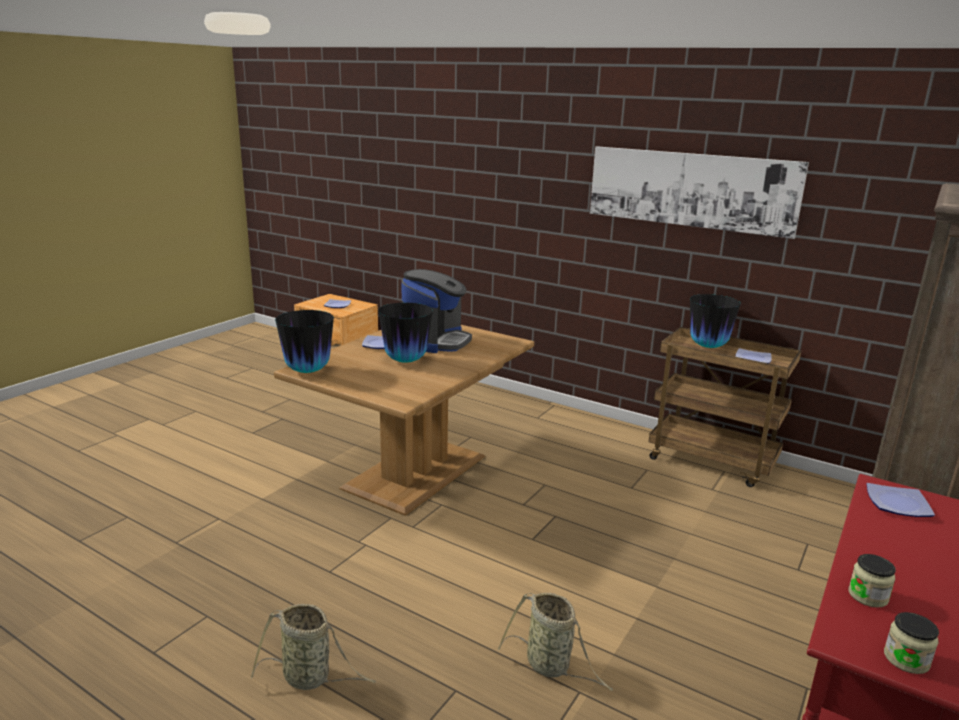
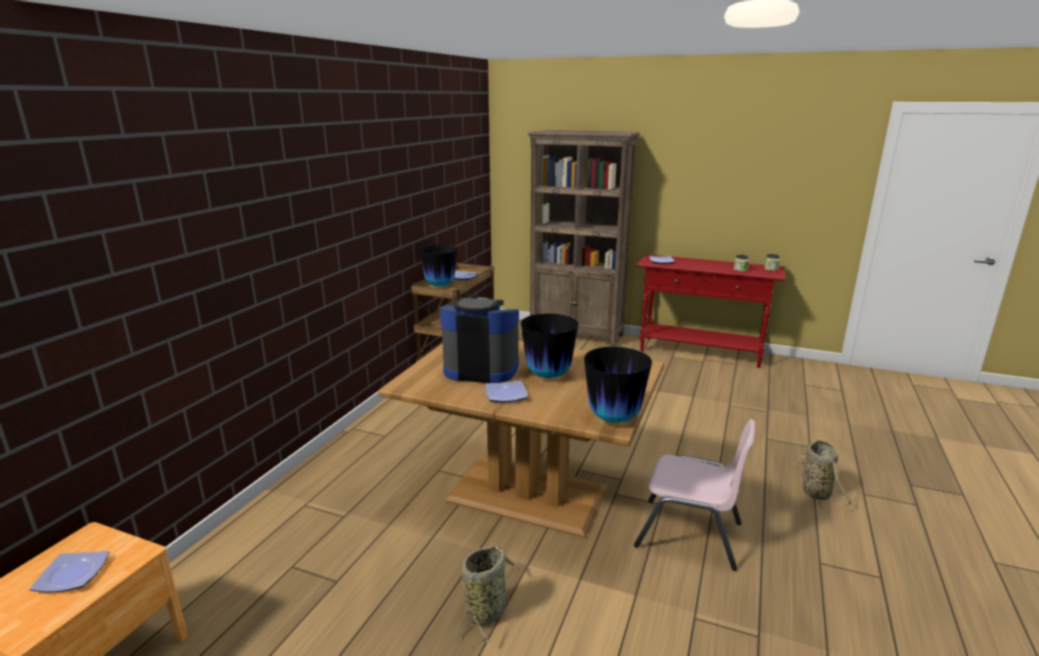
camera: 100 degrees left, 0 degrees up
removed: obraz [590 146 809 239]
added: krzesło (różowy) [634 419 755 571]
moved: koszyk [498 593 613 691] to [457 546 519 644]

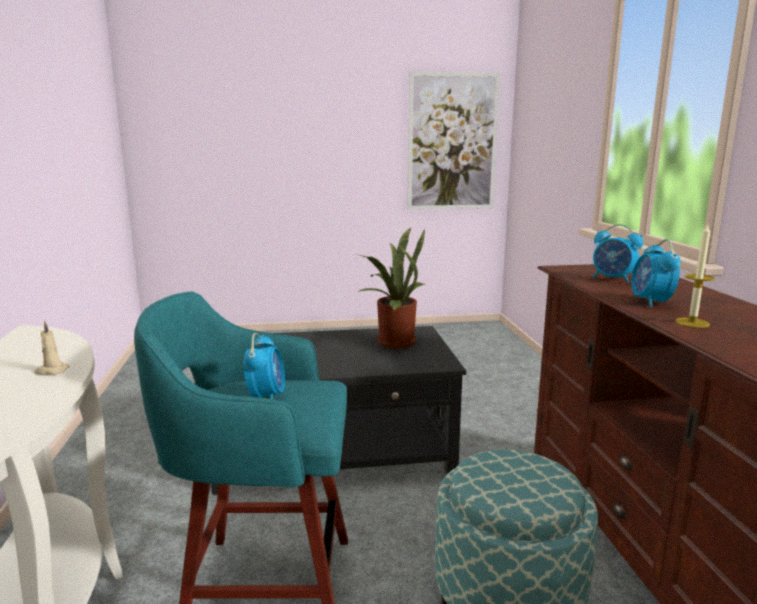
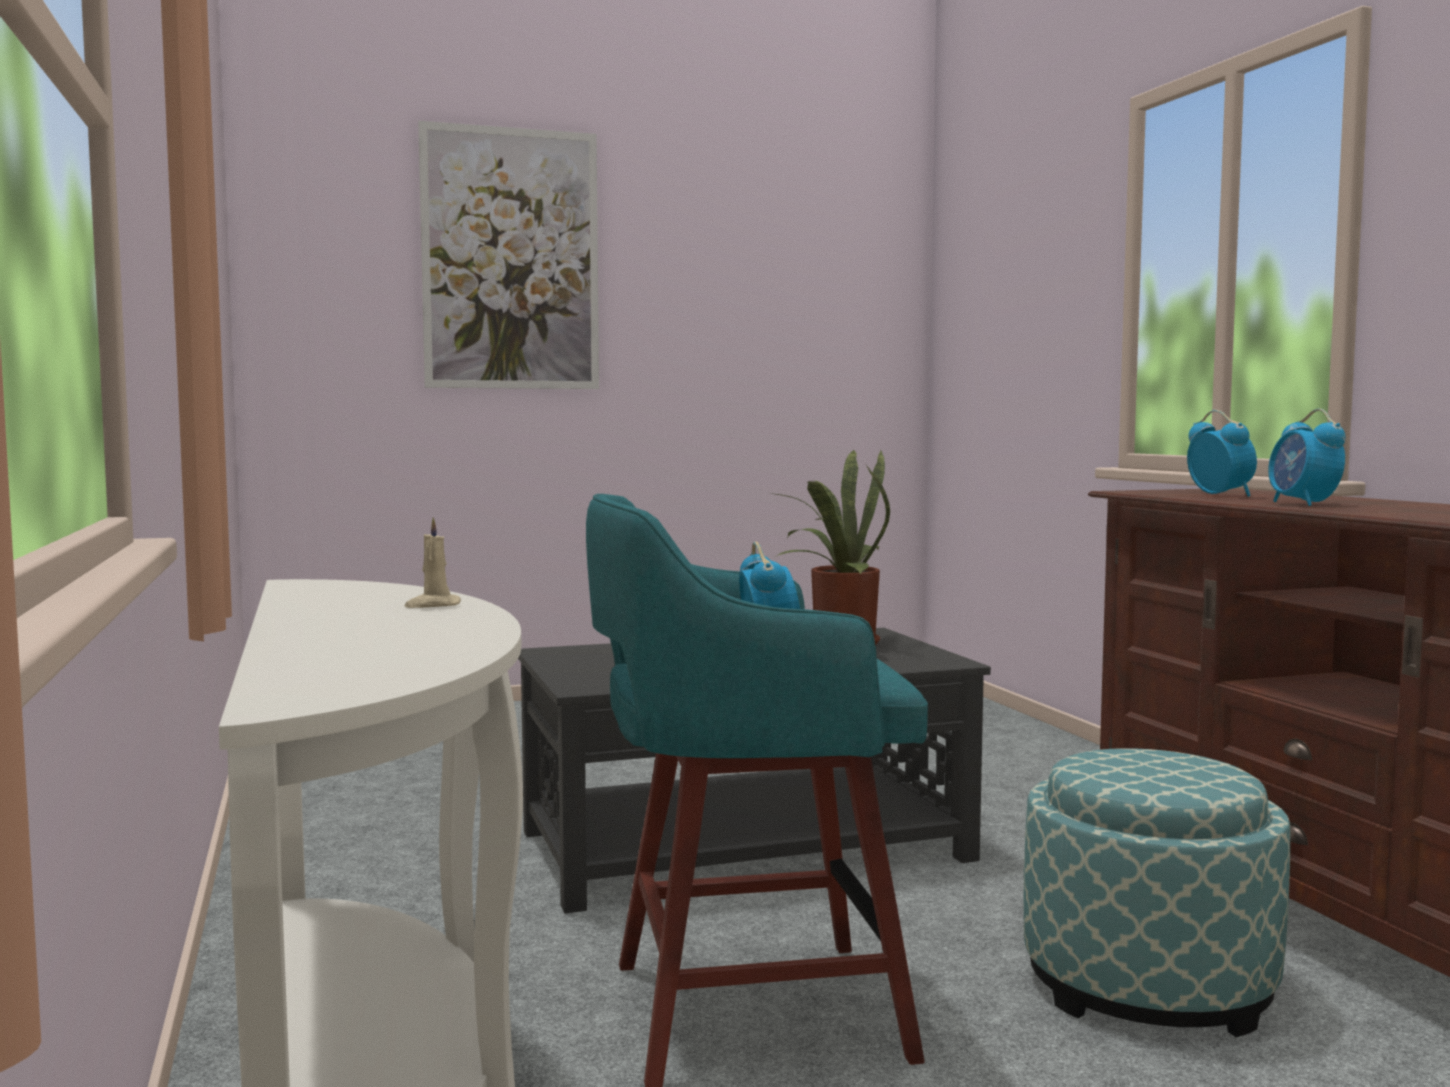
camera: 10 degrees left, 10 degrees down
removed: świeca [675 223 715 328]
moved: obraz [407 71 500 210] to [418 121 599 389]
turned: budzik [592 224 643 283] = [1187 410 1257 497] 135 degrees counterclockwise

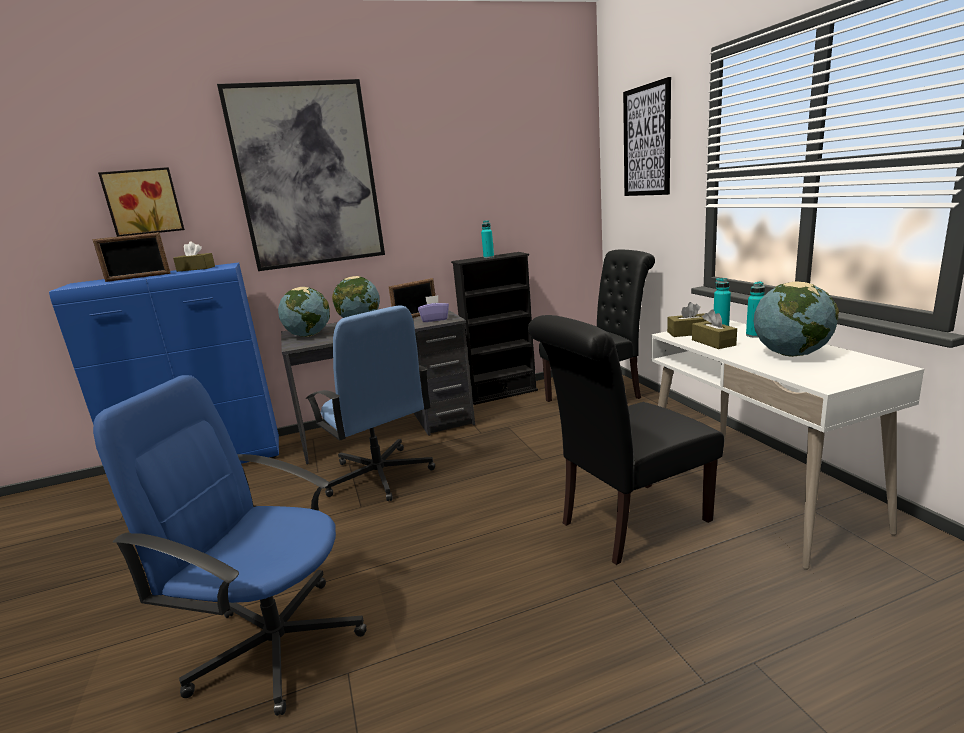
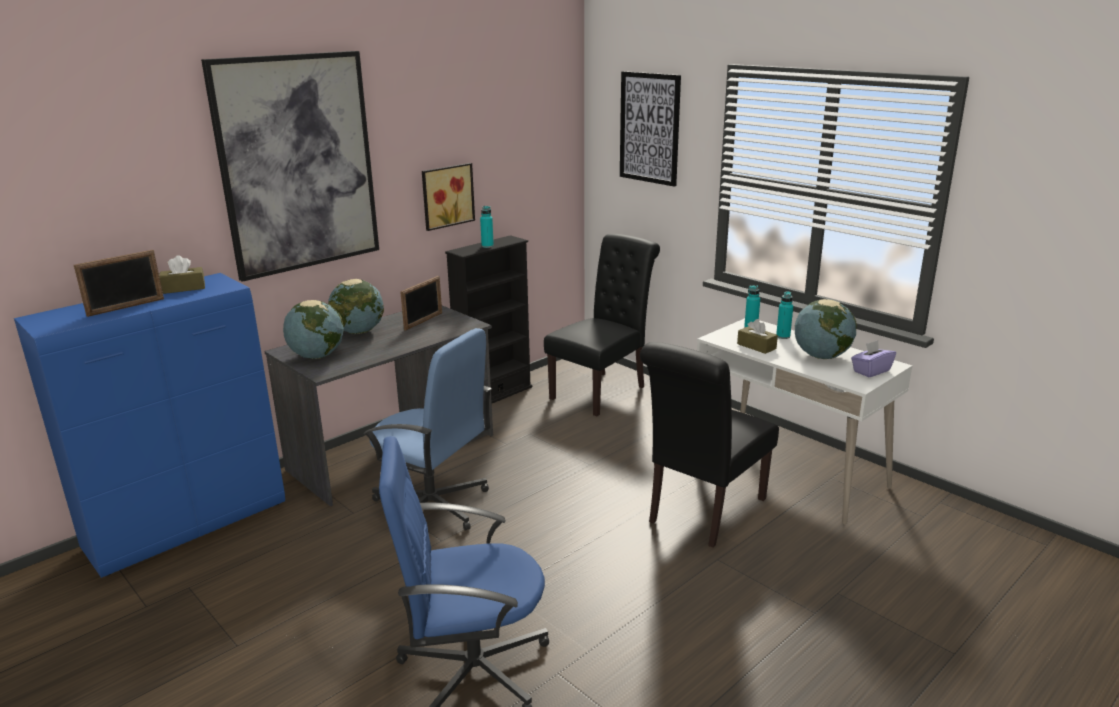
camera: 25 degrees left, 5 degrees up
removed: pudełko chusteczek (brązowy) [667 302 707 337]
moved: obraz [98 167 185 237] to [422 163 475 231]; pudełko chusteczek (fioletowy) [418 295 449 322] to [851 340 896 377]

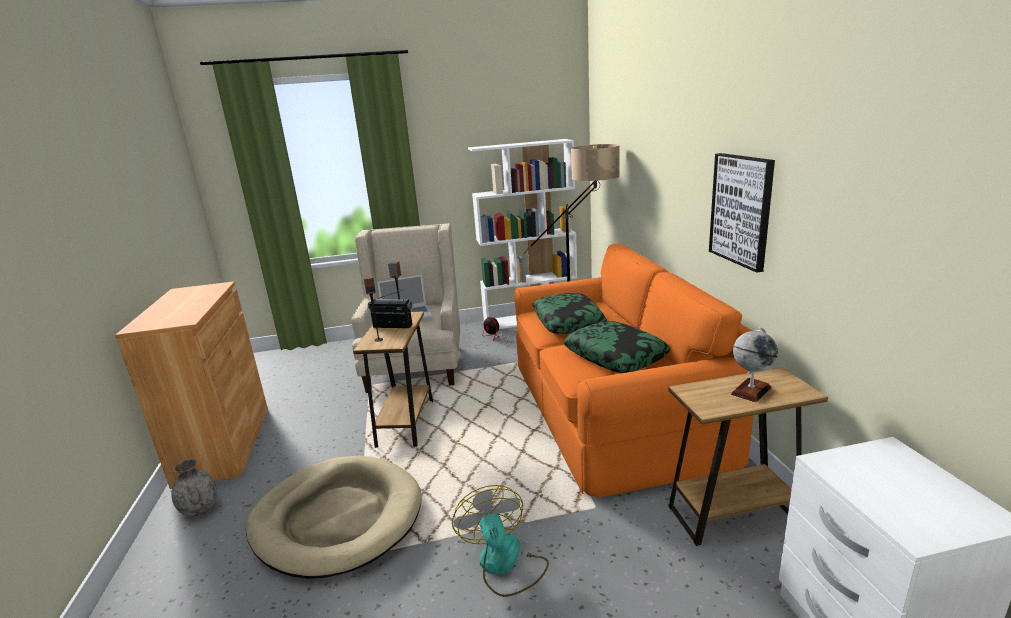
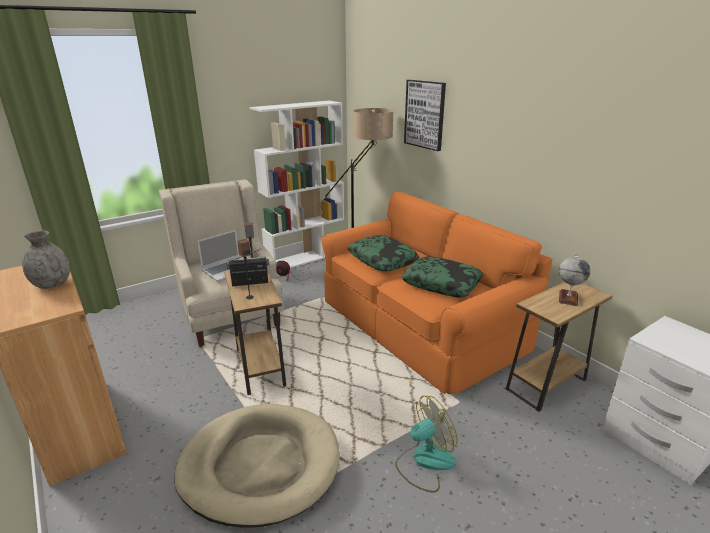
camera: 25 degrees left, 5 degrees up
moved: wazon (szary) [171 458 217 517] to [22 231 70 289]; obraz [709 153 775 273] to [404 80 446 151]
turned: wentylator [452 485 549 597] = [395 396 458 493] 105 degrees clockwise

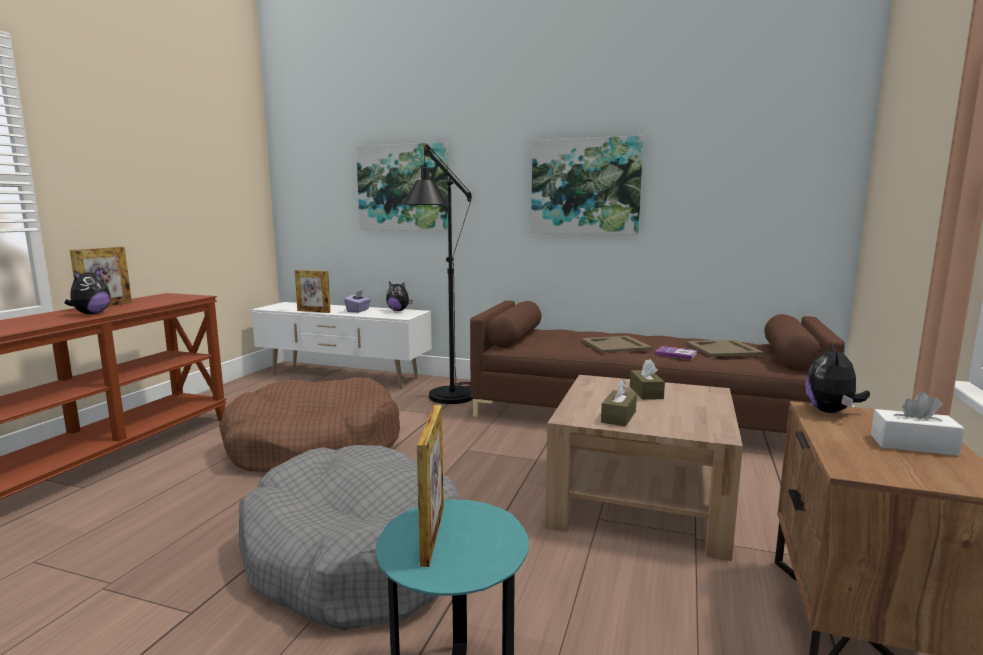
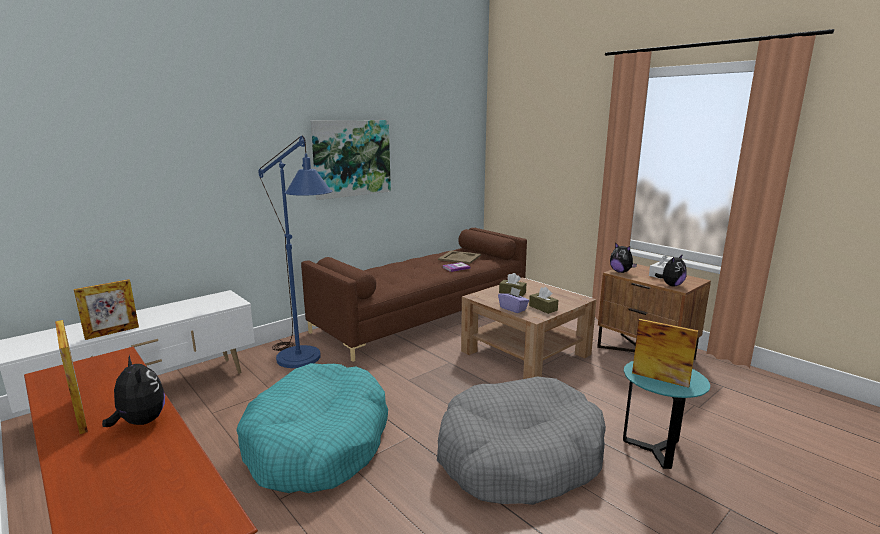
camera: 60 degrees left, 5 degrees up
removed: obraz [356 142 448 231]; taca (beżowy) [581 336 653 353]
moved: pudełko chusteczek (fioletowy) [344 290 371 312] to [498 287 529 313]; pluszak [386 282 413 311] to [655 254 687 286]
recoloured: legowisko (brązowy) [219 377 400 472] to legowisko (turkusowy) [236 363 388 493]; lampa stojąca (czarny) [401 144 473 404] to lampa stojąca (niebieski) [258 136 332 368]

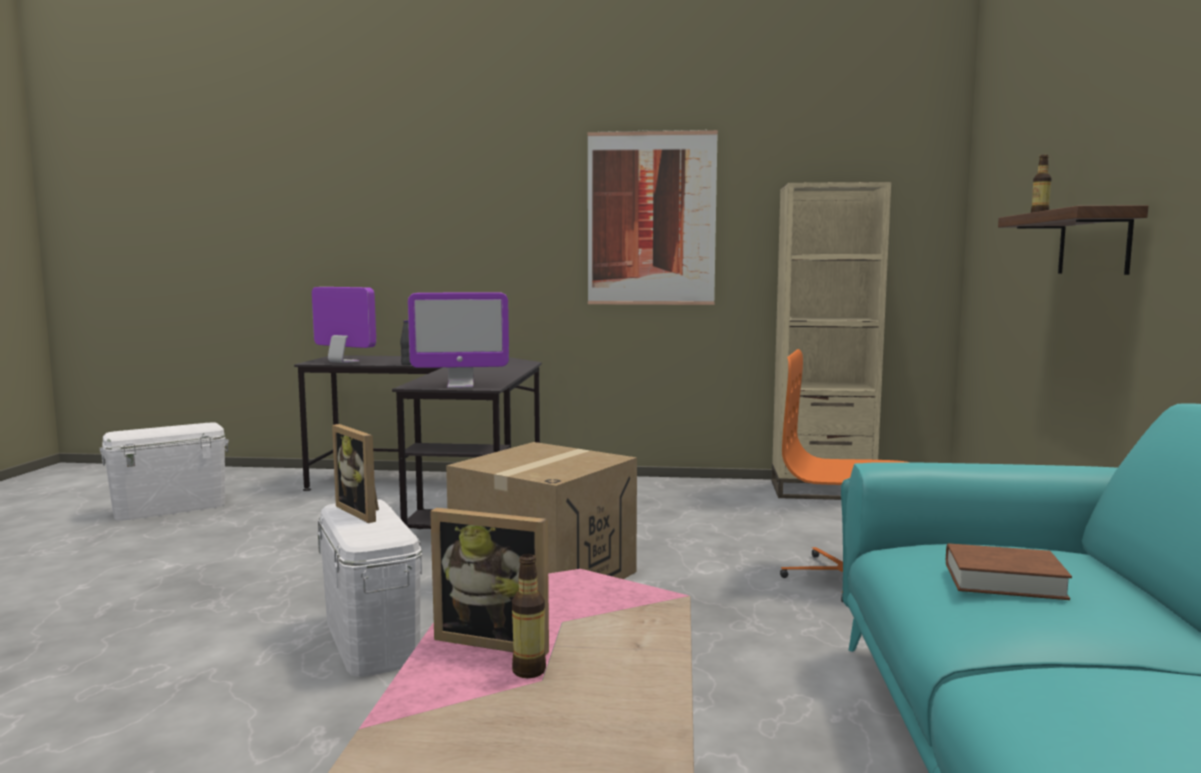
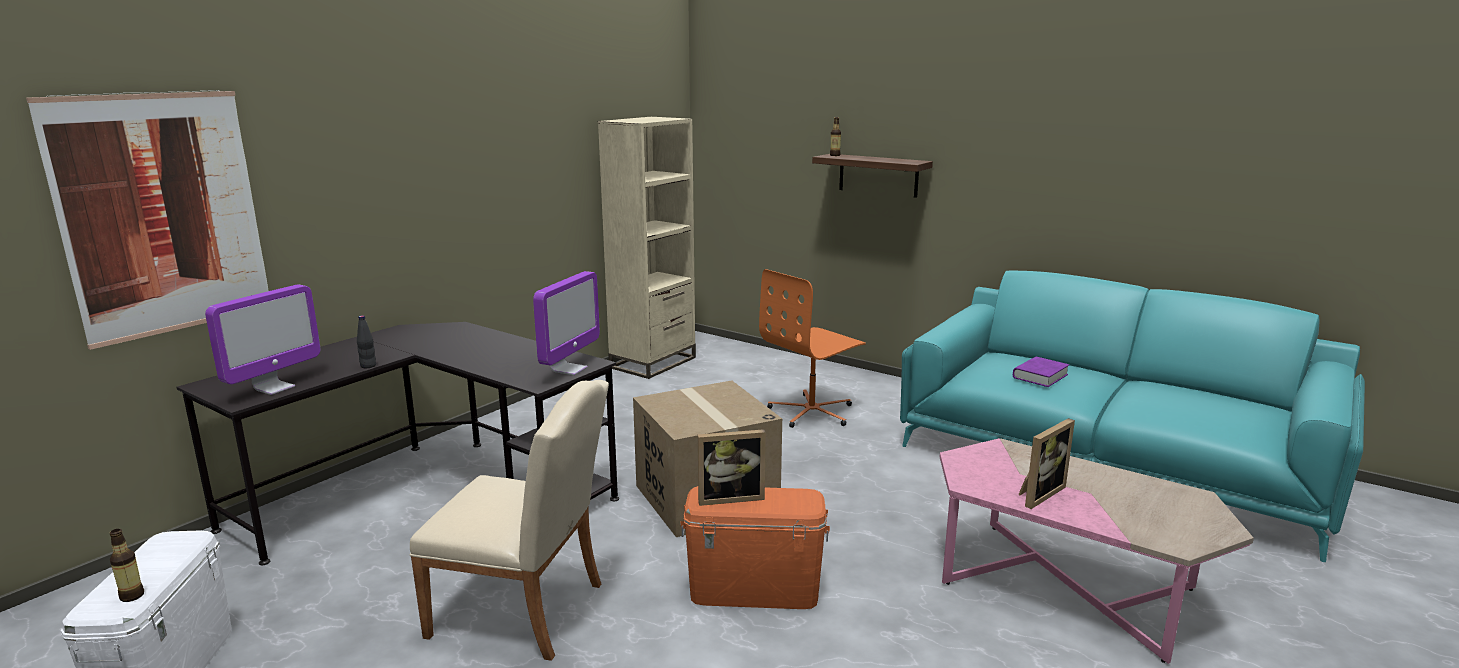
camera: 60 degrees left, 10 degrees up
added: krzesło (beżowy) [409 380 609 661]
moved: butelka [512 554 546 678] to [110 529 144 602]; obraz [587 130 718 305] to [26 90 269 350]
recoloured: pojemnik do przechowywania (biały) [317 499 422 677] to pojemnik do przechowywania (pomarańczowy) [680 486 830 609]; książka (brązowy) [946 543 1072 600] to książka (fioletowy) [1013 357 1069 387]
turned: monitor [312 287 376 363] = [205 284 321 395] 150 degrees clockwise

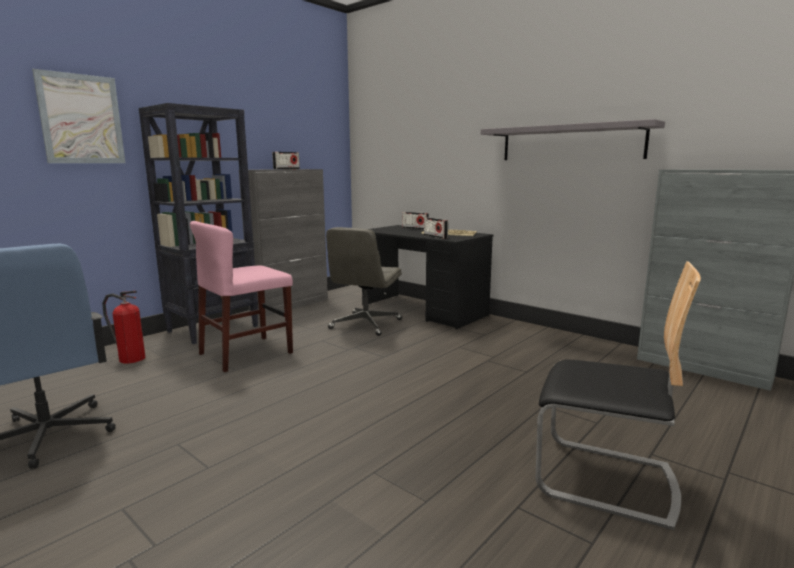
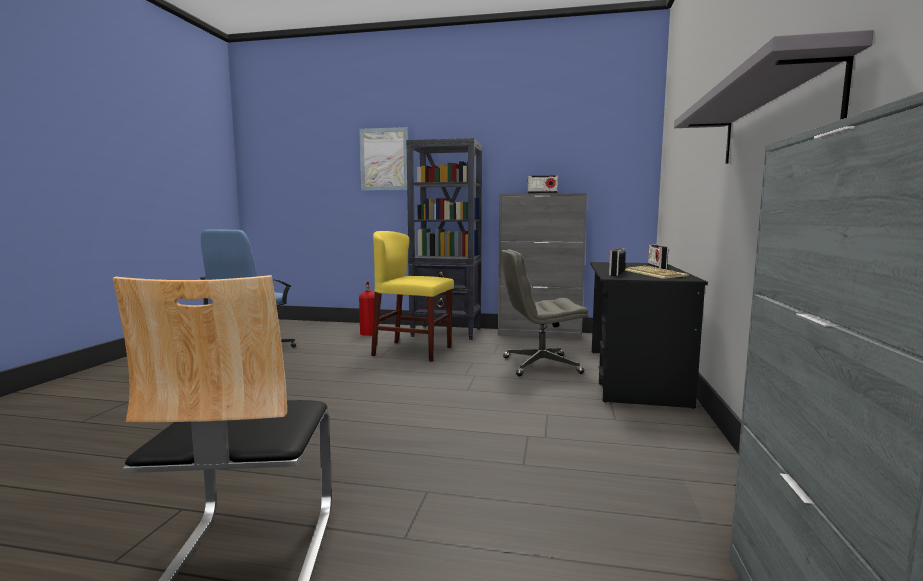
camera: 60 degrees right, 5 degrees down
recoloured: krzesło (różowy) [190 221 293 372] to krzesło (żółty) [371 231 454 362]

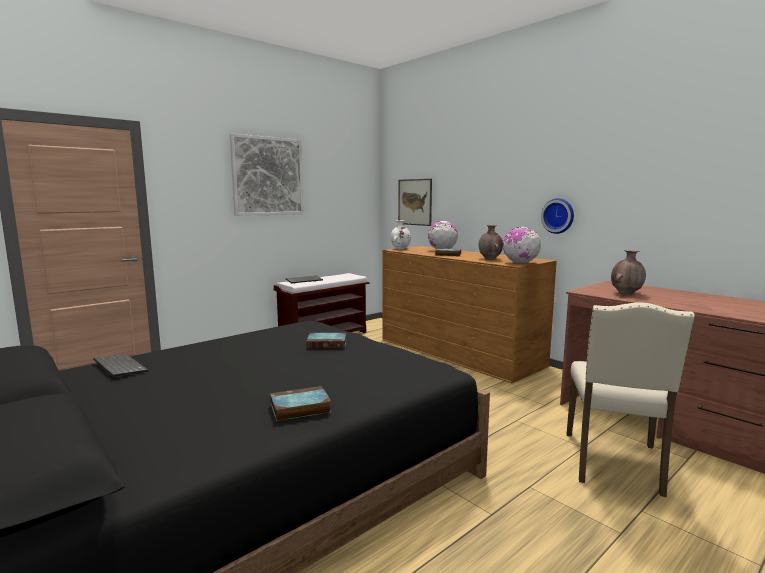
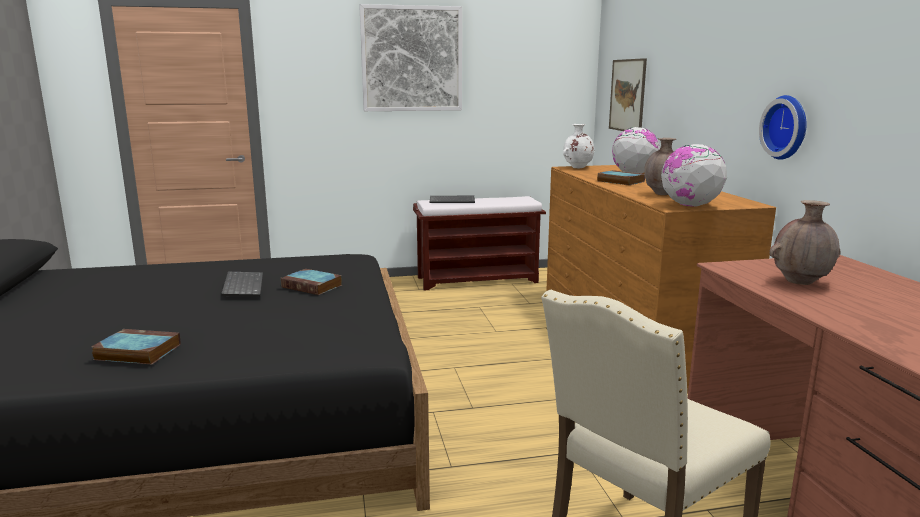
camera: 30 degrees right, 5 degrees up
moved: klawiatura [94 354 148 377] to [221 272 263 297]

